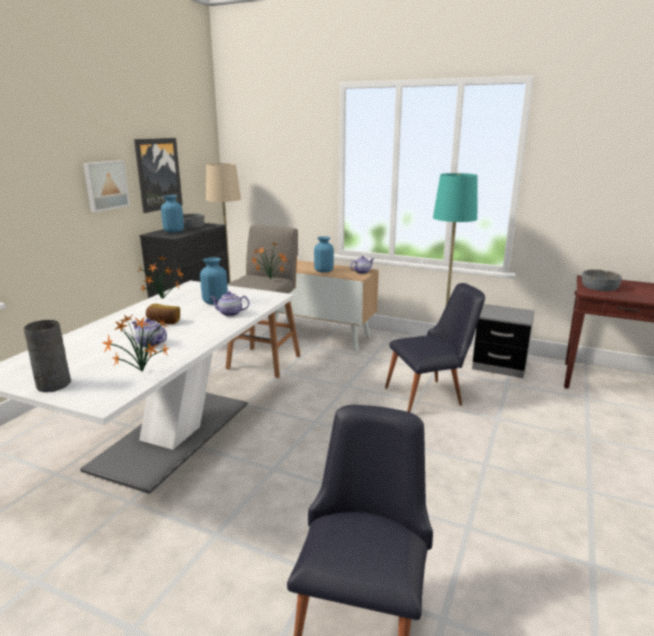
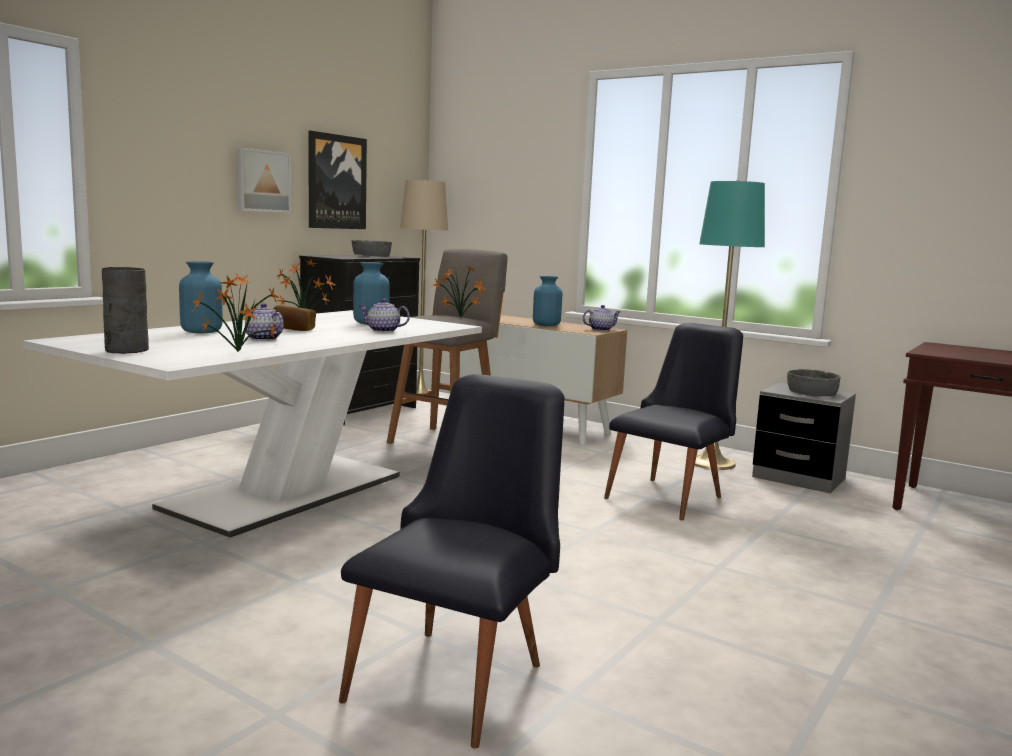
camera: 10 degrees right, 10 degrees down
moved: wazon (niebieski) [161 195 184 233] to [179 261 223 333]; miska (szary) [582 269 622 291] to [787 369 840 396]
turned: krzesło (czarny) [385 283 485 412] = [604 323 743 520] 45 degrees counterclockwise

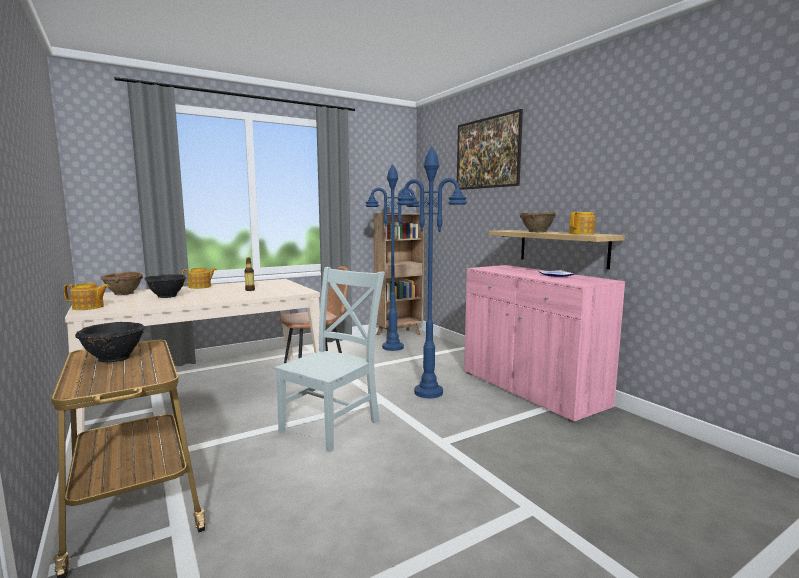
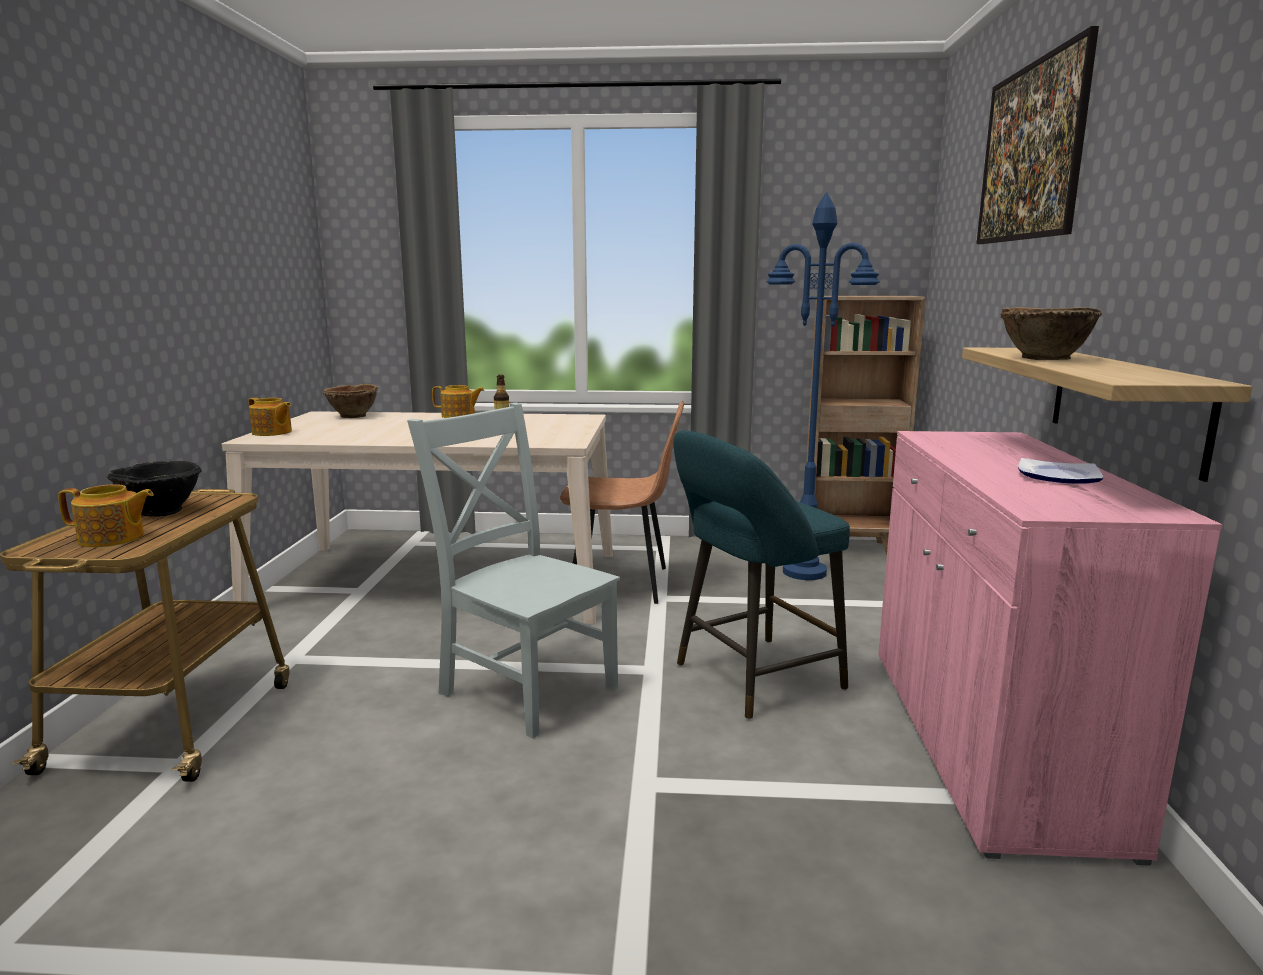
camera: 35 degrees right, 5 degrees up
removed: miska (czarny) [145 274 186 298]
moved: imbryk [569 212 596 235] to [58 484 154 547]
replaced: lampa stojąca (niebieski) [397 146 467 398] to stołek (turkusowy) [673 430 850 719]
turned: krzesło (szary) [274 267 385 452] = [407 403 620 739] 120 degrees counterclockwise

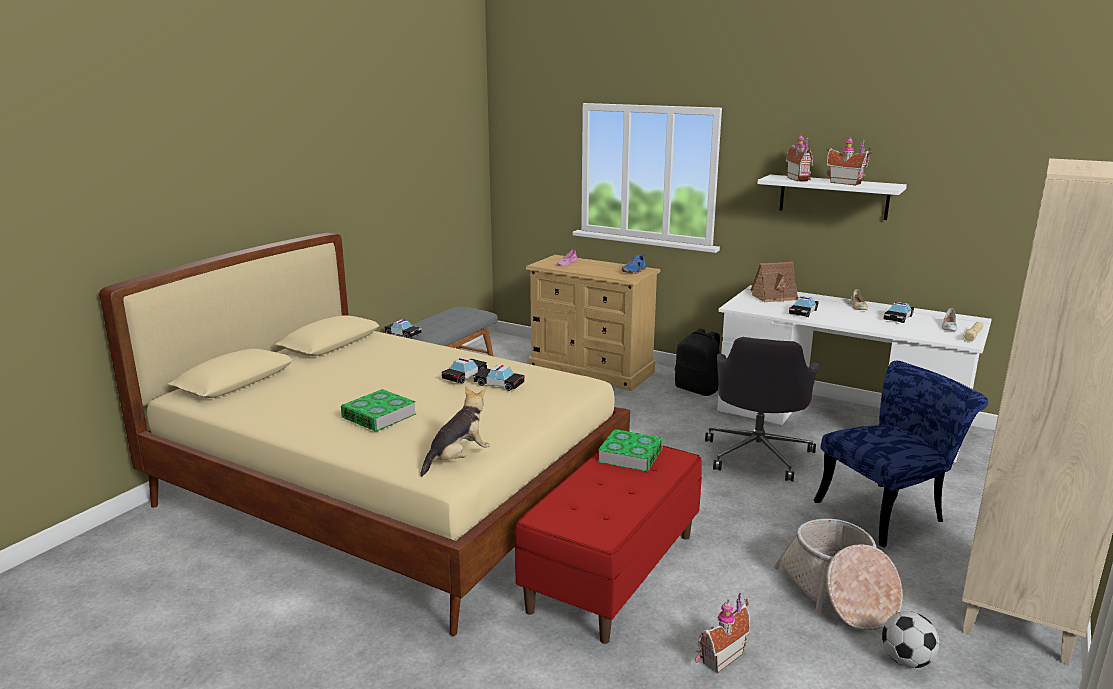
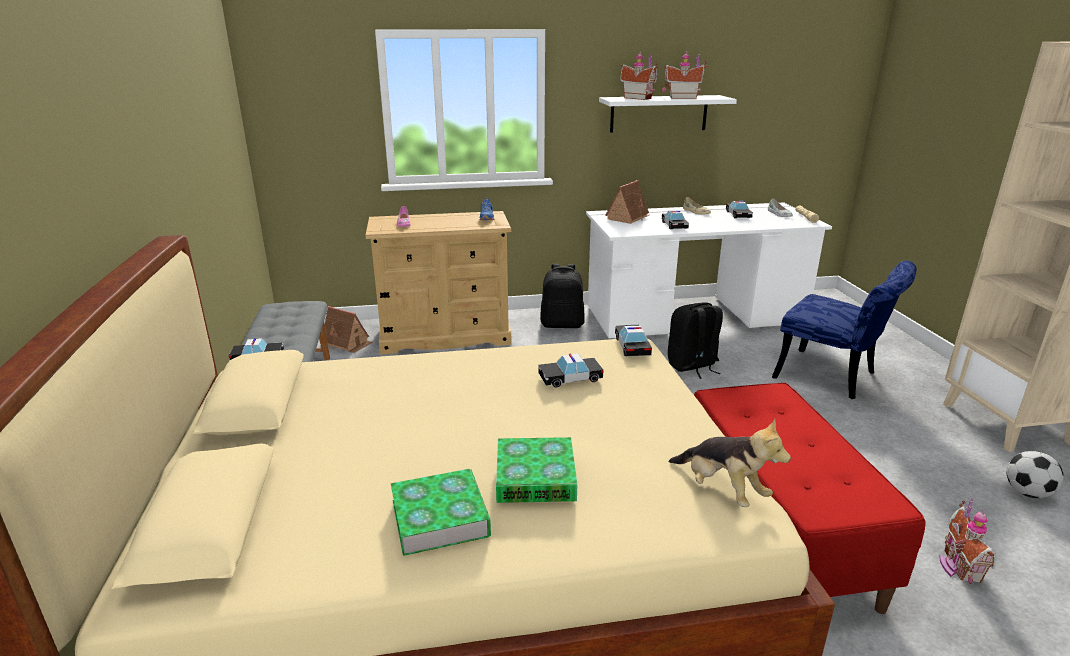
camera: 40 degrees left, 5 degrees up
removed: koszyk [774 519 903 631]
added: domek [325 306 373 353]
moved: samochodzik [442 357 487 383] to [615 325 652 356]; książka [598 429 663 472] to [391 469 491 556]
replaced: krzesło biurowe (szary) [705 337 819 482] to plecak (czarny) [668 302 723 379]
turned: pluszak [420 387 490 477] = [668 419 791 507] 135 degrees clockwise; krzesło (niebieski) [813 360 988 548] = [772 261 917 399] 105 degrees clockwise

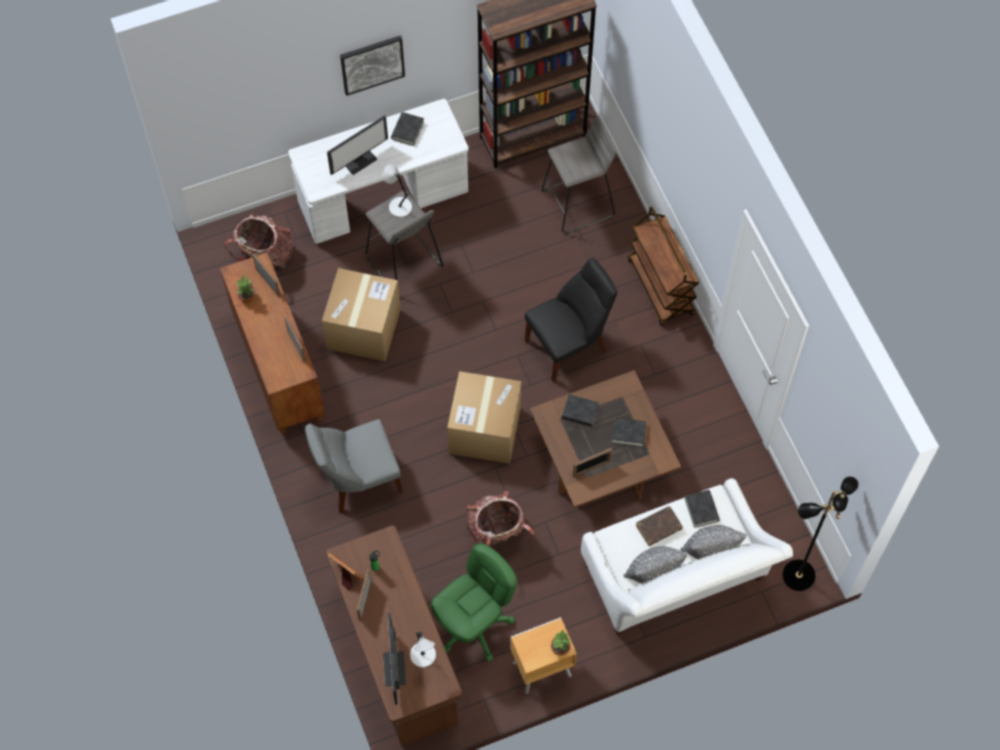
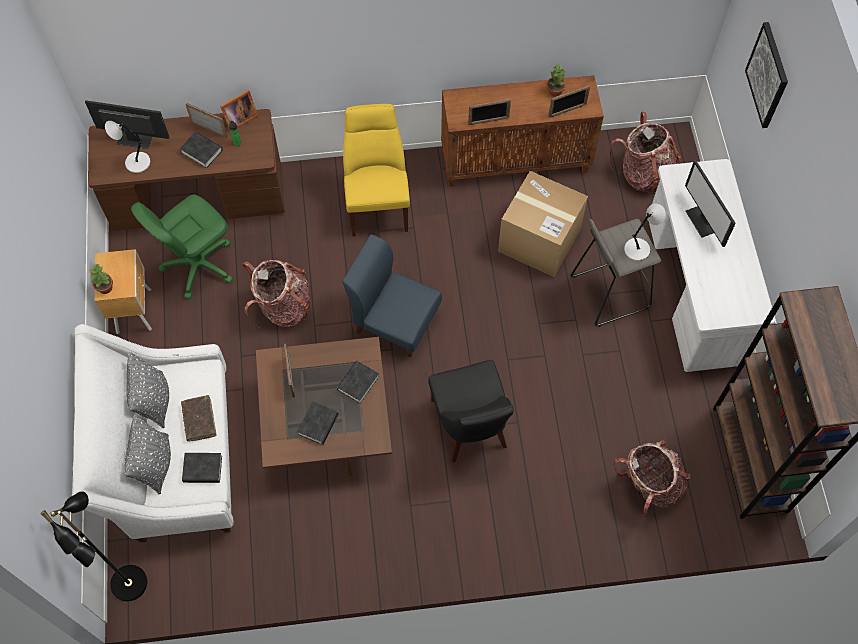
camera: 105 degrees right, 0 degrees up
removed: wózek (brązowy) [627 207 699 326]
moved: obraz [340 35 405 96] to [745 22 788 128]; książka (czarny) [391 112 424 146] to [180 132 223 168]
replaced: karton [447 371 521 464] to krzesło (niebieski) [343 235 442 357]; stołek (szary) [541 116 617 234] to plecak [613 440 691 518]
recoloured: krzesło (szary) [305 419 403 513] to krzesło (żółty) [343 104 410 237]
turned: krzesło biurowe (zielony) [431 543 517 662] = [131 195 233 299] 75 degrees clockwise

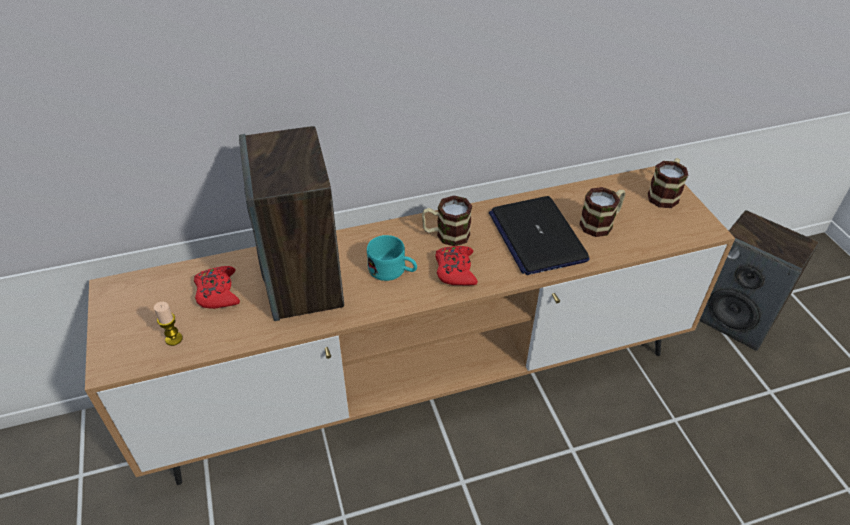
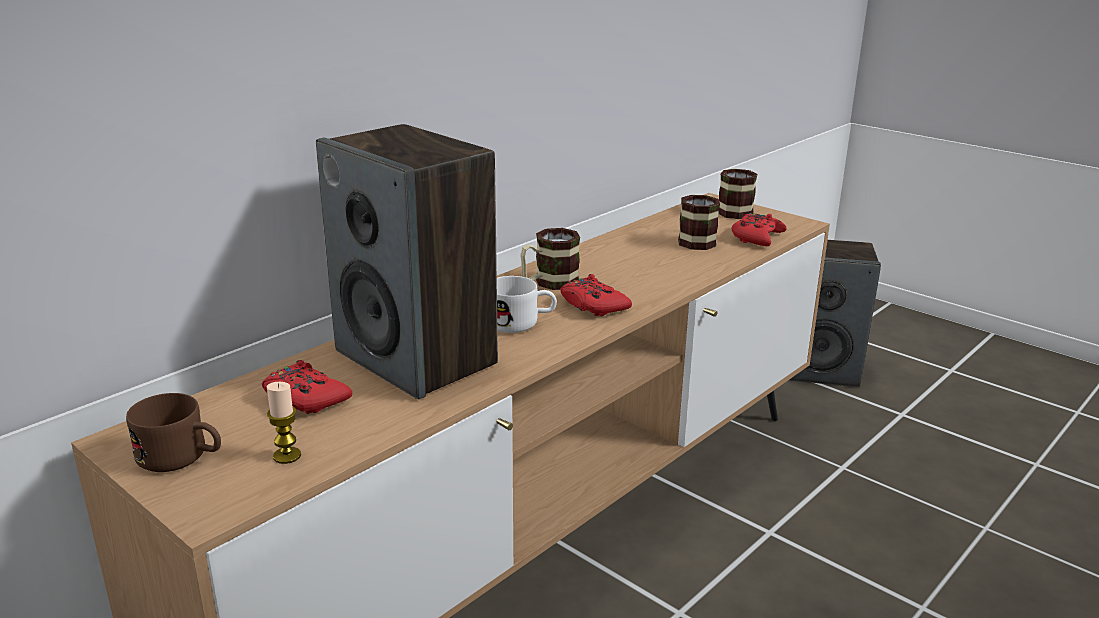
camera: 30 degrees left, 20 degrees down
removed: laptop [489 196 590 275]
added: kubek (brązowy) [126 393 221 472]; pad do gier (czerwony) [732 213 787 246]
recoloured: kubek (turkusowy) [367 235 417 281] to kubek (biały) [497 276 557 333]

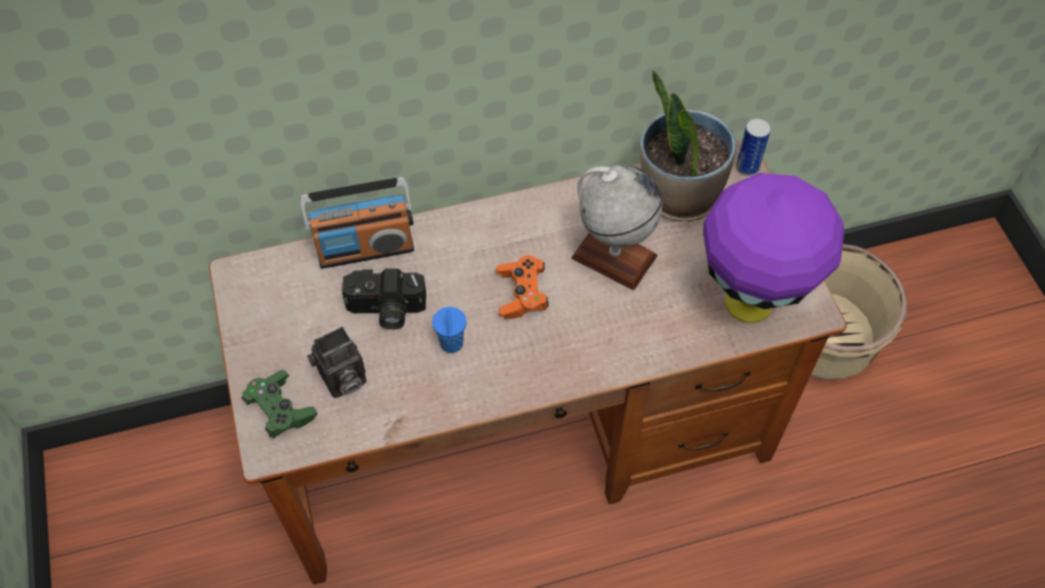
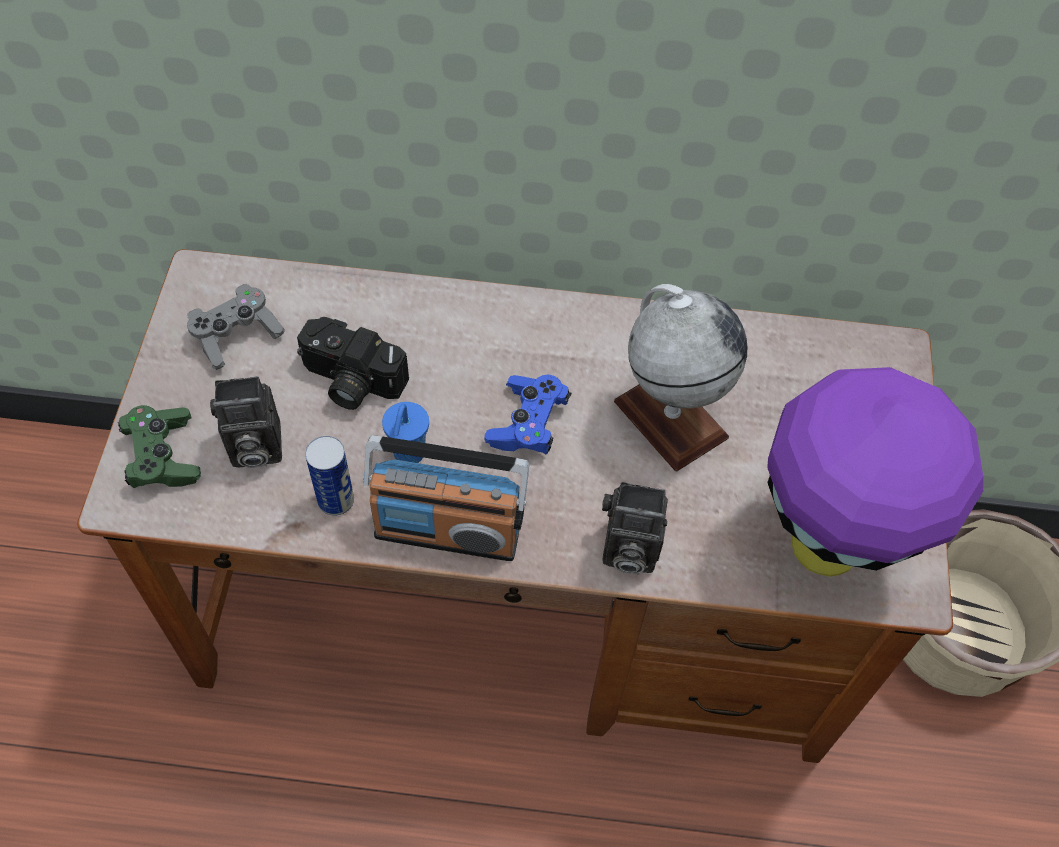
camera: 20 degrees right, 0 degrees up
removed: roślina doniczkowa [640 70 736 222]
added: pad do gier (szary) [187 284 285 370]; aparat fotograficzny [602 482 668 575]
moved: radio [300 177 414 269] to [363 435 529 561]; puszka [736 118 771 176] to [305 436 354 516]
recoloured: pad do gier (pomarańczowy) [496 255 549 319] to pad do gier (niebieski) [484 374 572 454]

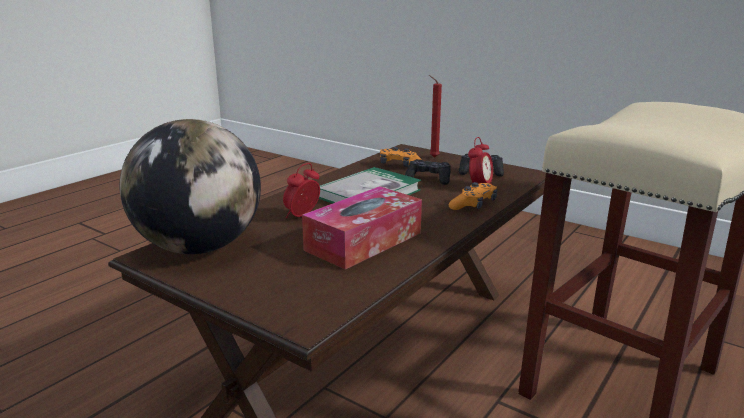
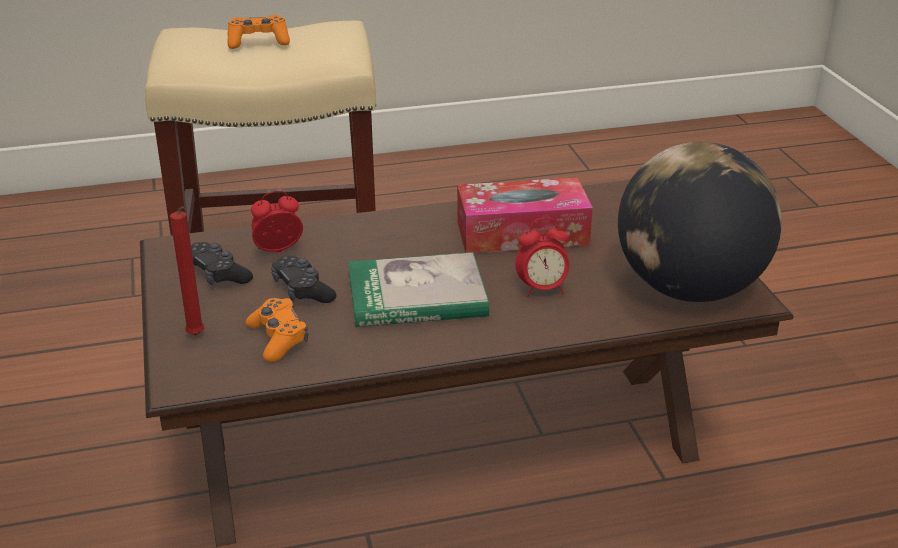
camera: 140 degrees left, 10 degrees up
moved: pad do gier (pomarańczowy) [449 182 497 210] to [227 15 290 49]

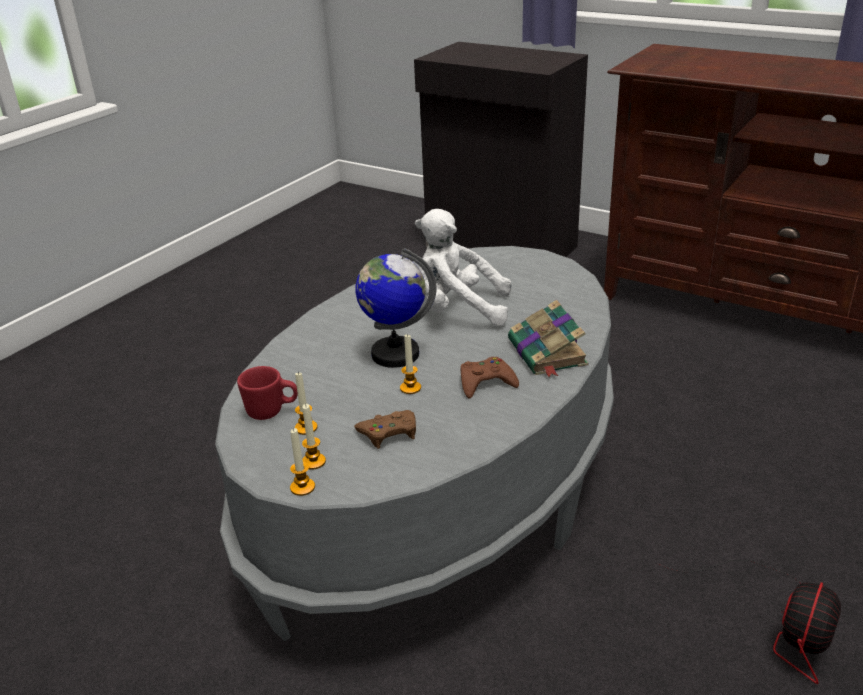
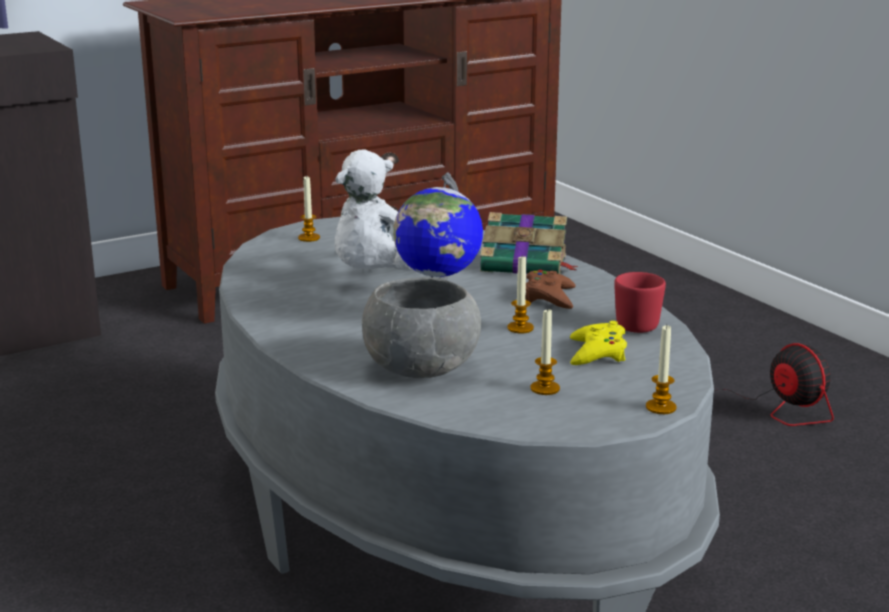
camera: 65 degrees left, 10 degrees down
added: miska (szary) [362 277 481 378]
moved: kubek (czerwony) [237 366 298 420] to [614 272 666 333]; świeca [302 404 326 470] to [298 176 320 242]
recoloured: pad do gier (brązowy) [354 410 416 449] to pad do gier (żółty) [570 321 627 365]

